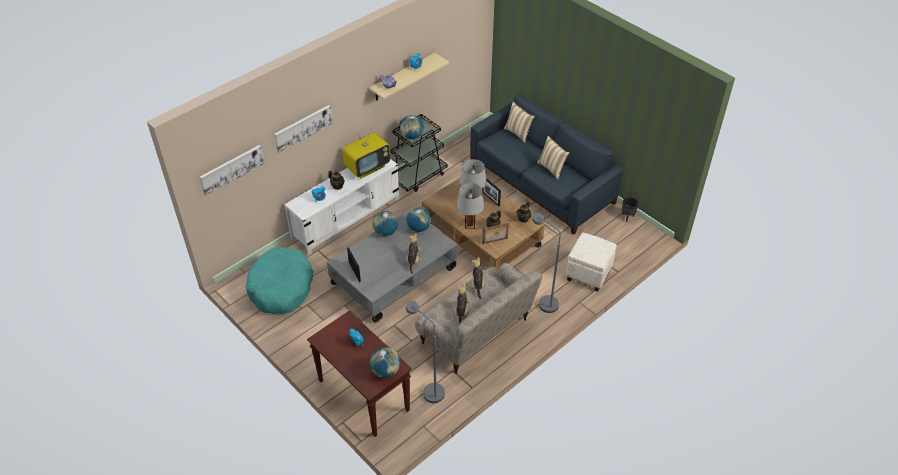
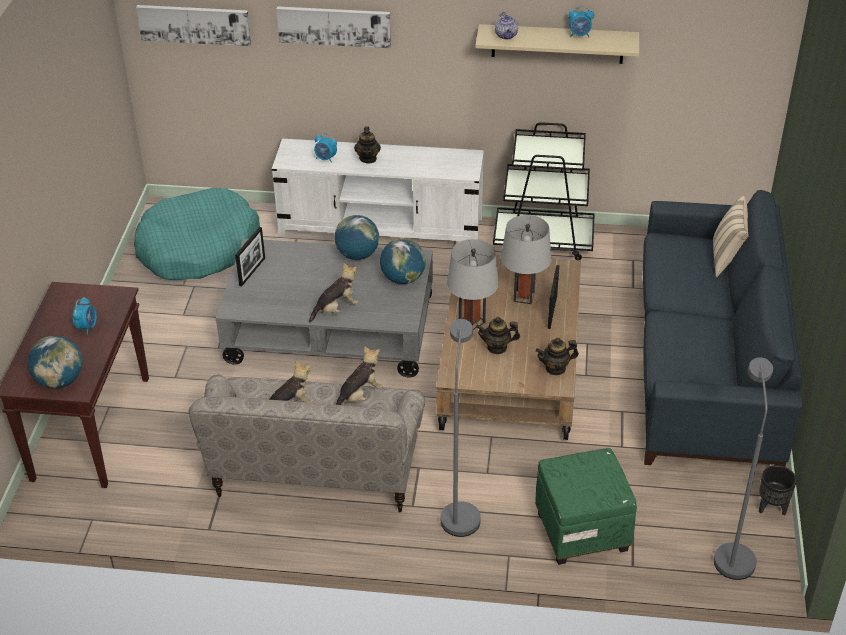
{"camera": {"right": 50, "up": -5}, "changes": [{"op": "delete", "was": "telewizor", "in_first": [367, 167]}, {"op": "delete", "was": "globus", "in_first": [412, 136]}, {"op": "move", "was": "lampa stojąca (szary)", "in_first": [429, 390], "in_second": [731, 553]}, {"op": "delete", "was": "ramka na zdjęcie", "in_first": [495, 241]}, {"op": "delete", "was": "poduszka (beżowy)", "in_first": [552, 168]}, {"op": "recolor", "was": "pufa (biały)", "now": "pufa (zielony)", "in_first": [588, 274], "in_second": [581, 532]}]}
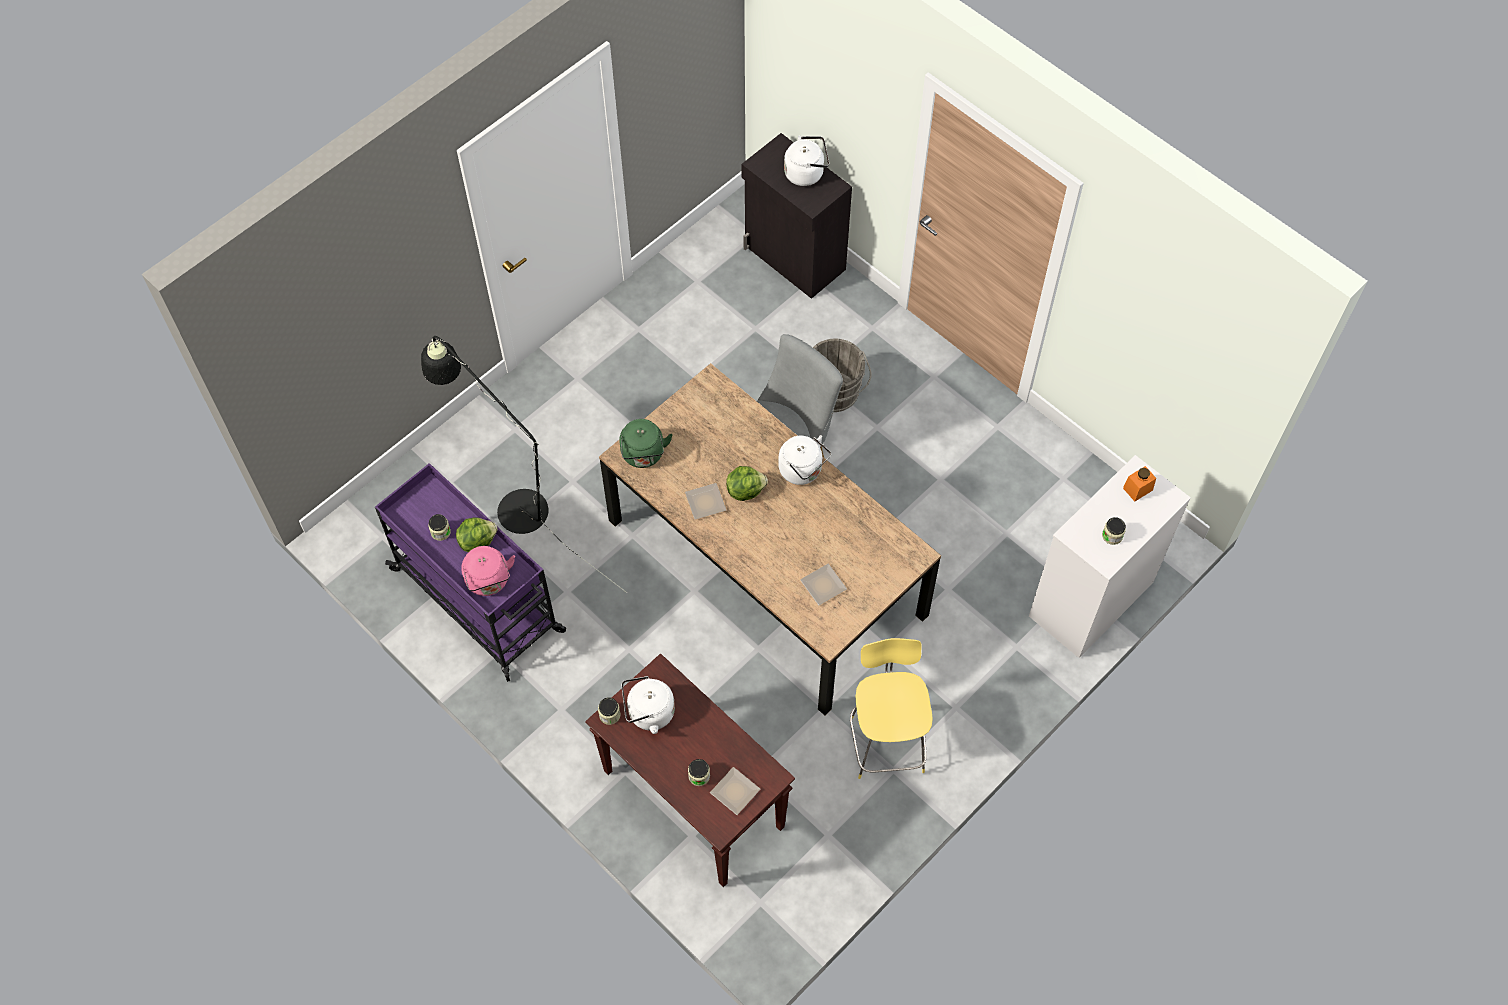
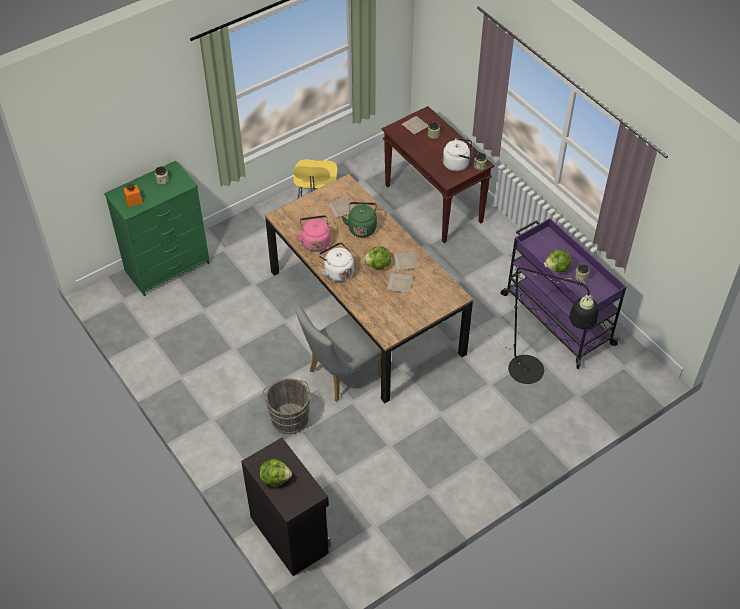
{"camera": {"right": -170, "up": -10}, "changes": [{"op": "move", "was": "czajnik (różowy)", "in_first": [489, 582], "in_second": [315, 242]}, {"op": "move", "was": "czajnik (zielony)", "in_first": [643, 455], "in_second": [362, 227]}, {"op": "replace", "was": "czajnik (biały)", "now": "sałata", "in_first": [806, 173], "in_second": [275, 478]}, {"op": "recolor", "was": "komoda (biały)", "now": "komoda (zielony)", "in_first": [1090, 600], "in_second": [168, 266]}, {"op": "insert", "now": "talerz", "in_second": [400, 284]}]}
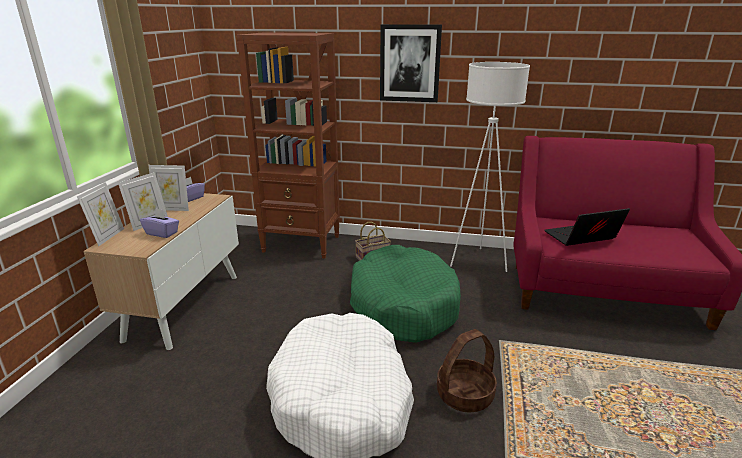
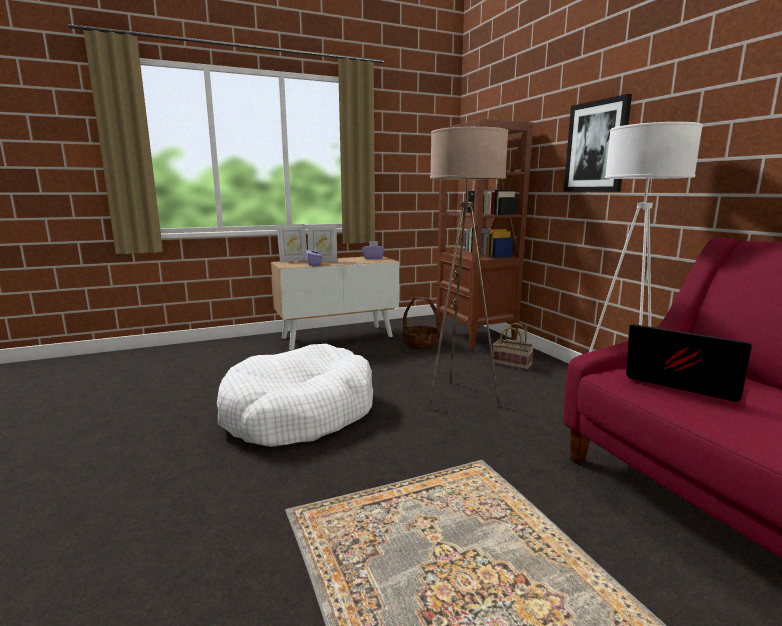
{"camera": {"right": 55, "up": -10}, "changes": [{"op": "delete", "was": "ramka na zdjęcie", "in_first": [172, 209]}, {"op": "replace", "was": "legowisko (zielony)", "now": "lampa stojąca (beżowy)", "in_first": [403, 305], "in_second": [459, 398]}, {"op": "move", "was": "koszyk", "in_first": [464, 394], "in_second": [421, 344]}]}
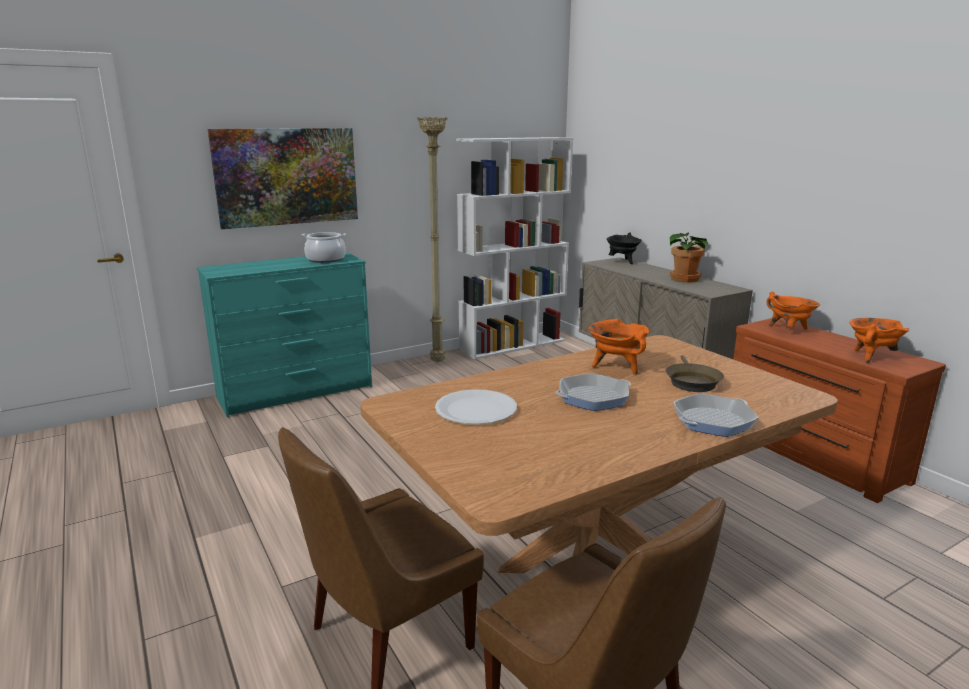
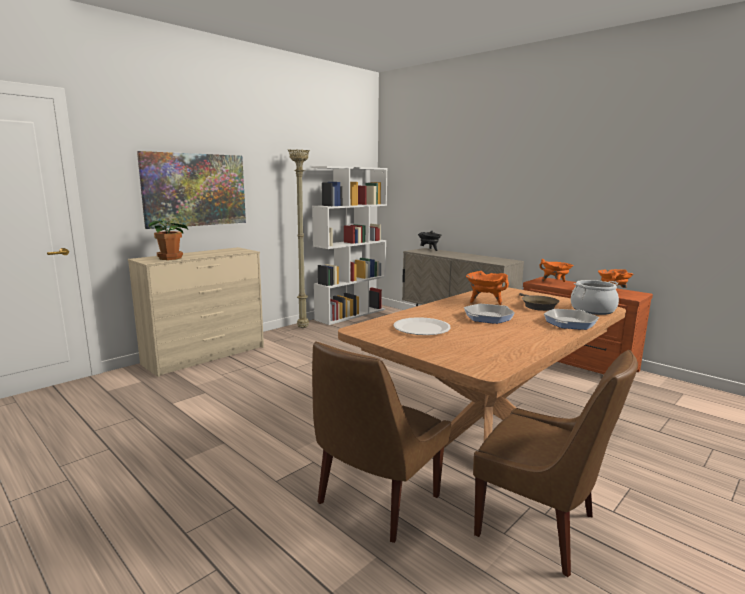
{"camera": {"right": -15, "up": -5}, "changes": [{"op": "recolor", "was": "komoda (turkusowy)", "now": "komoda (beżowy)", "in_first": [296, 393], "in_second": [205, 356]}, {"op": "move", "was": "garnek", "in_first": [325, 259], "in_second": [592, 310]}, {"op": "move", "was": "roślina doniczkowa", "in_first": [686, 279], "in_second": [171, 258]}]}
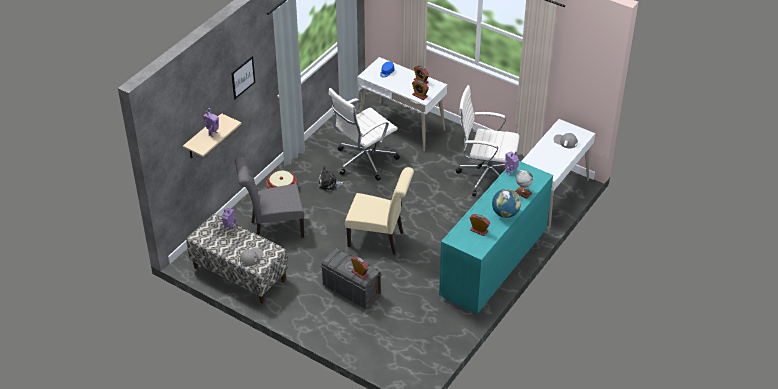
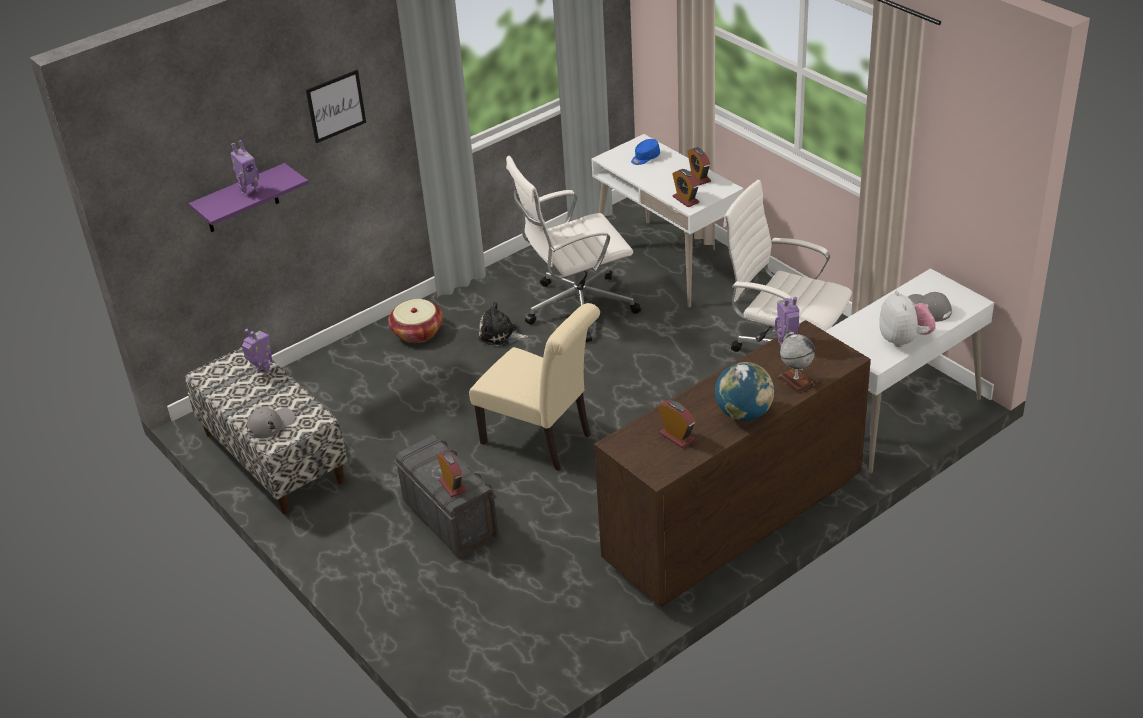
{"camera": {"right": 20, "up": -5}, "changes": [{"op": "recolor", "was": "półka (beżowy)", "now": "półka (fioletowy)", "in_first": [203, 137], "in_second": [241, 199]}, {"op": "delete", "was": "krzesło (szary)", "in_first": [273, 229]}, {"op": "recolor", "was": "komoda (turkusowy)", "now": "komoda (brązowy)", "in_first": [492, 265], "in_second": [732, 522]}, {"op": "insert", "now": "pluszak", "in_second": [904, 340]}]}
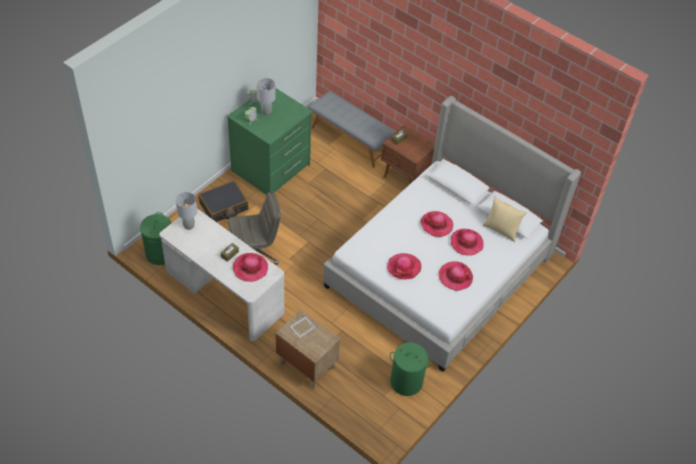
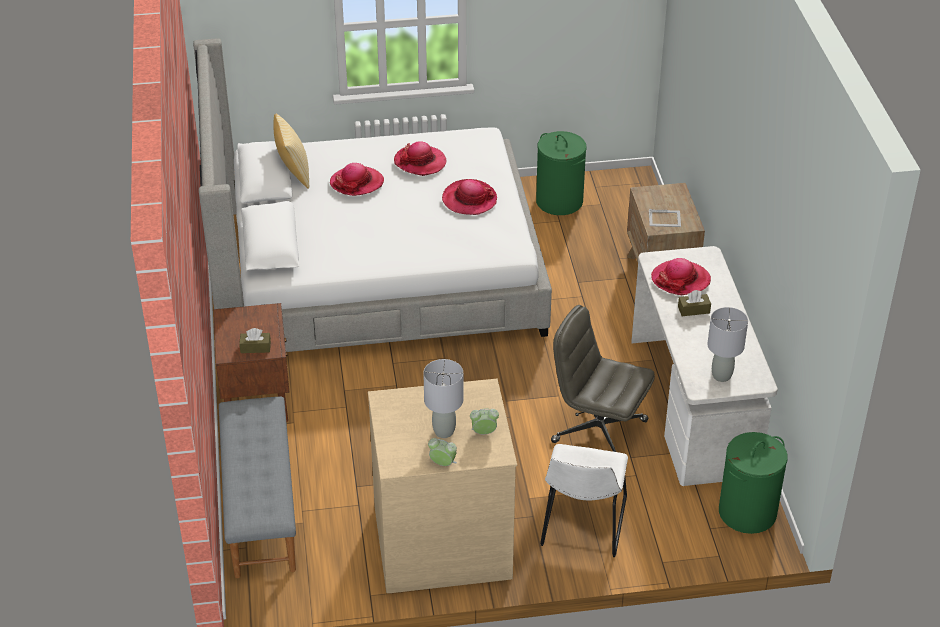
{"camera": {"right": -135, "up": -10}, "changes": [{"op": "replace", "was": "walizka (czarny)", "now": "krzesło (biały)", "in_first": [224, 207], "in_second": [582, 525]}, {"op": "recolor", "was": "komoda (zielony)", "now": "komoda (beżowy)", "in_first": [271, 168], "in_second": [442, 540]}, {"op": "delete", "was": "kapelusz", "in_first": [436, 225]}]}
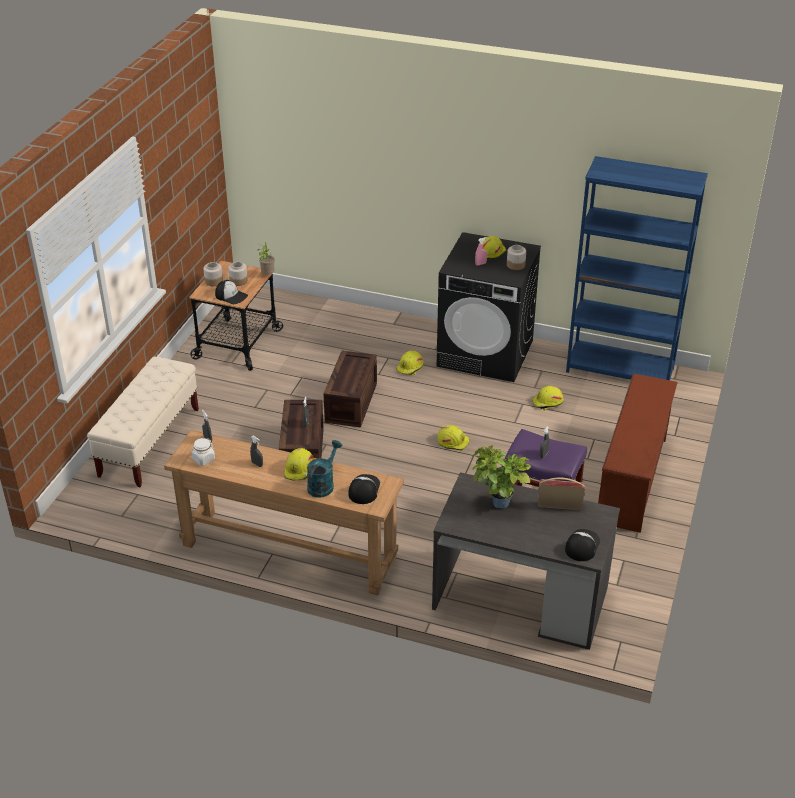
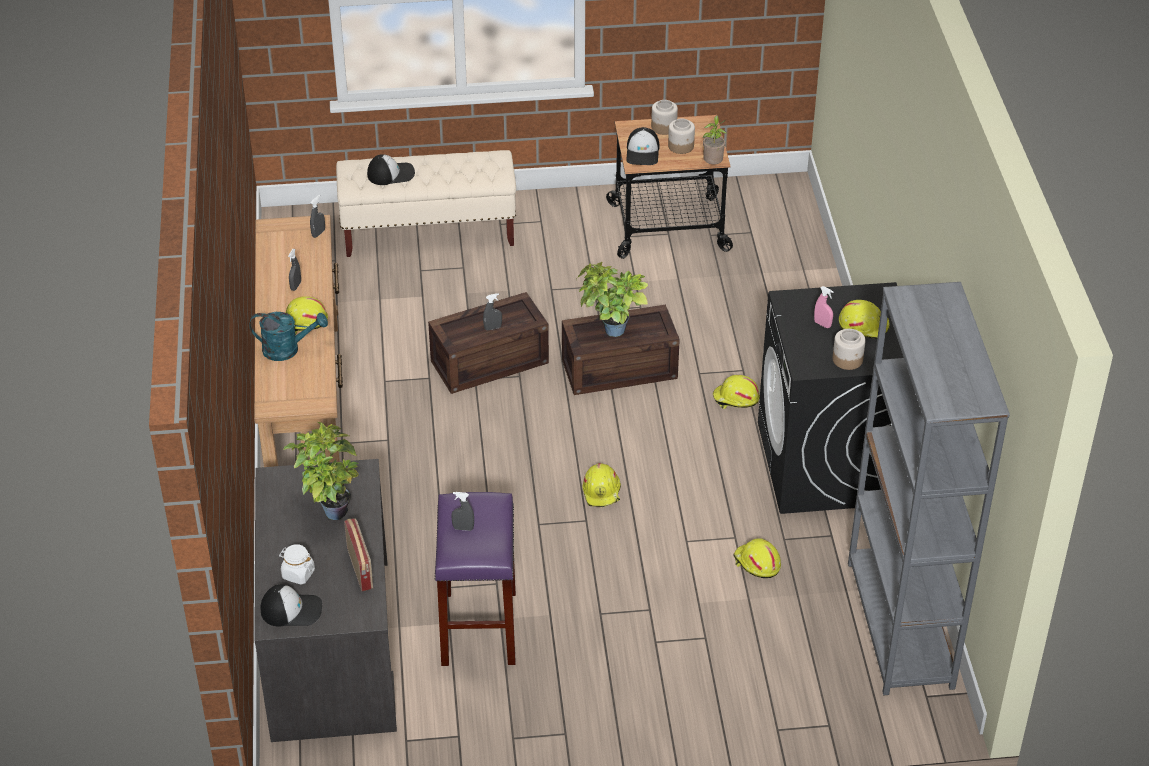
{"camera": {"right": 65, "up": 5}, "changes": [{"op": "move", "was": "słoik (biały)", "in_first": [203, 459], "in_second": [298, 574]}, {"op": "move", "was": "czapka z daszkiem", "in_first": [363, 489], "in_second": [391, 174]}, {"op": "recolor", "was": "regał (niebieski)", "now": "regał (szary)", "in_first": [620, 370], "in_second": [900, 625]}, {"op": "delete", "was": "regał na buty (brązowy)", "in_first": [633, 480]}, {"op": "insert", "now": "roślina doniczkowa", "in_second": [610, 333]}]}
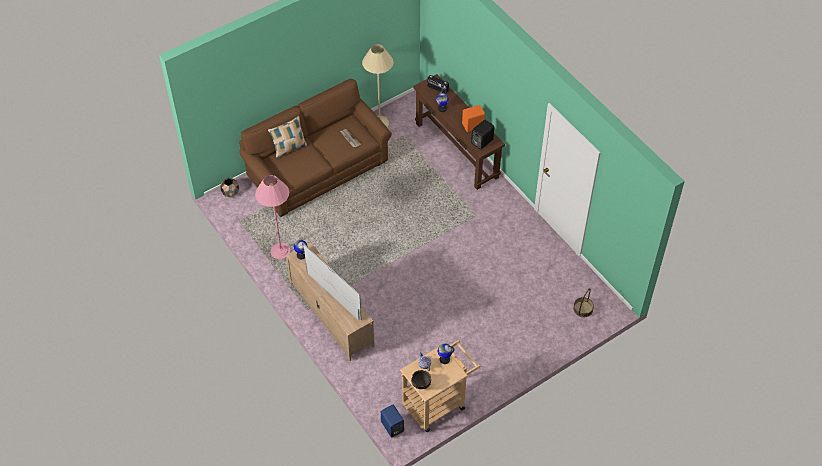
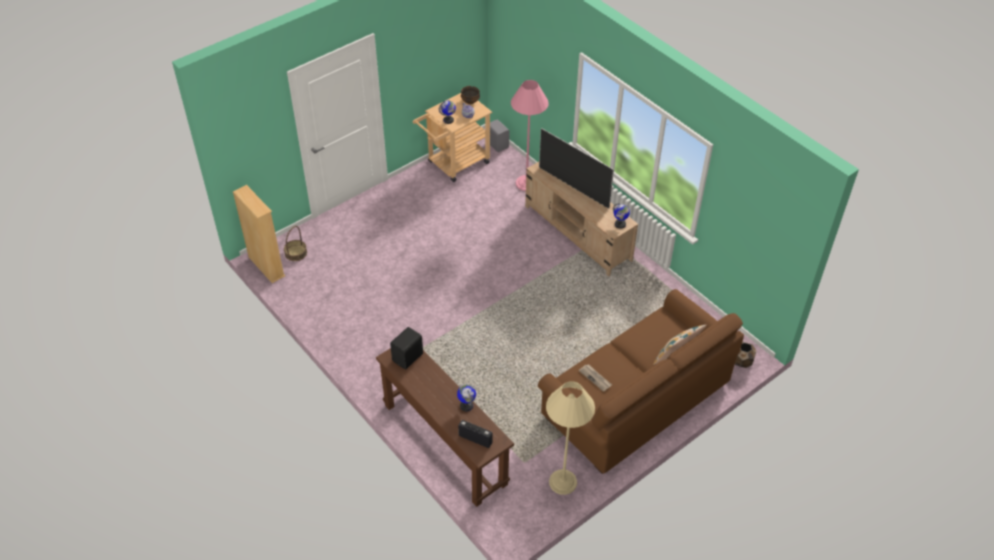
{"camera": {"right": 175, "up": -5}, "changes": [{"op": "move", "was": "lampa stojąca (różowy)", "in_first": [280, 251], "in_second": [526, 183]}, {"op": "recolor", "was": "głośnik (niebieski)", "now": "głośnik (szary)", "in_first": [392, 427], "in_second": [497, 144]}, {"op": "delete", "was": "głośnik (pomarańczowy)", "in_first": [473, 126]}, {"op": "insert", "now": "regał (beżowy)", "in_second": [266, 266]}]}
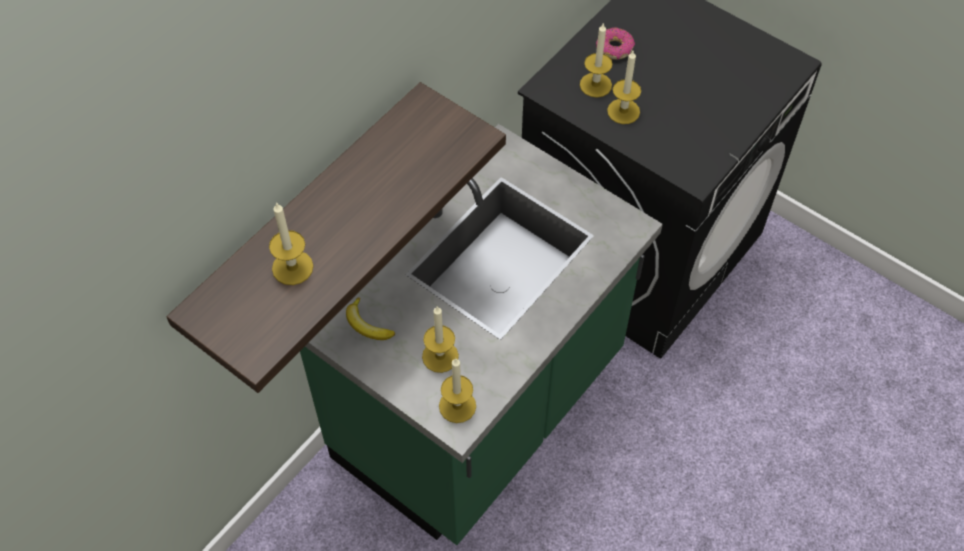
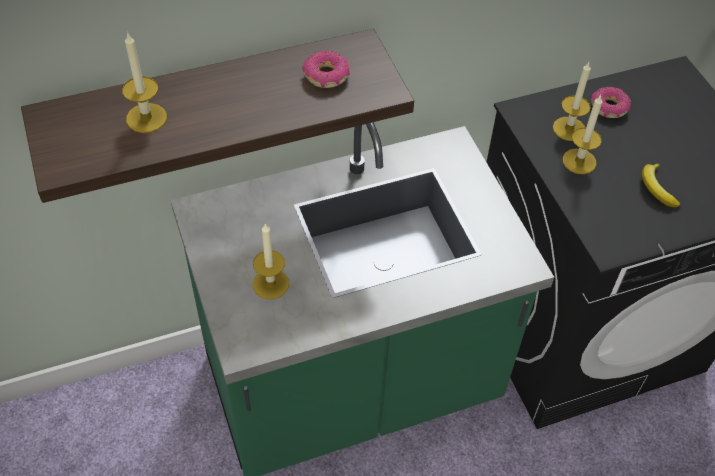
{"camera": {"right": 30, "up": -5}, "changes": [{"op": "move", "was": "banan", "in_first": [367, 325], "in_second": [656, 188]}, {"op": "delete", "was": "świeca", "in_first": [457, 406]}, {"op": "insert", "now": "donut", "in_second": [326, 76]}]}
